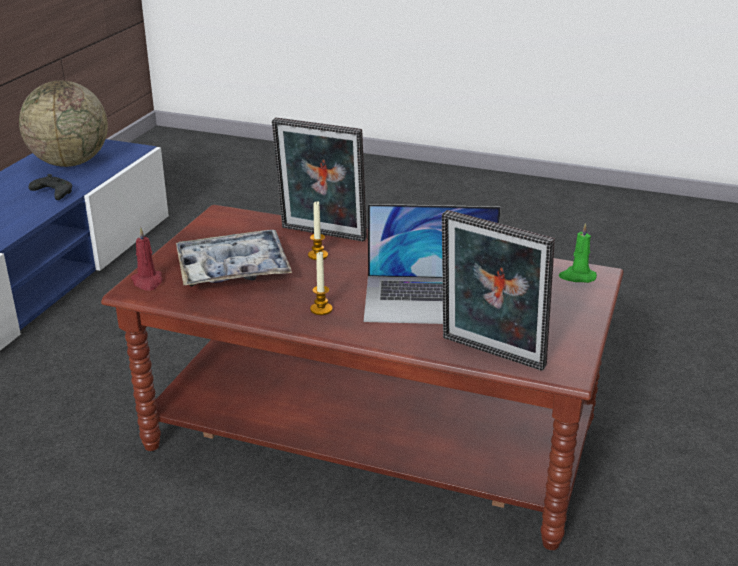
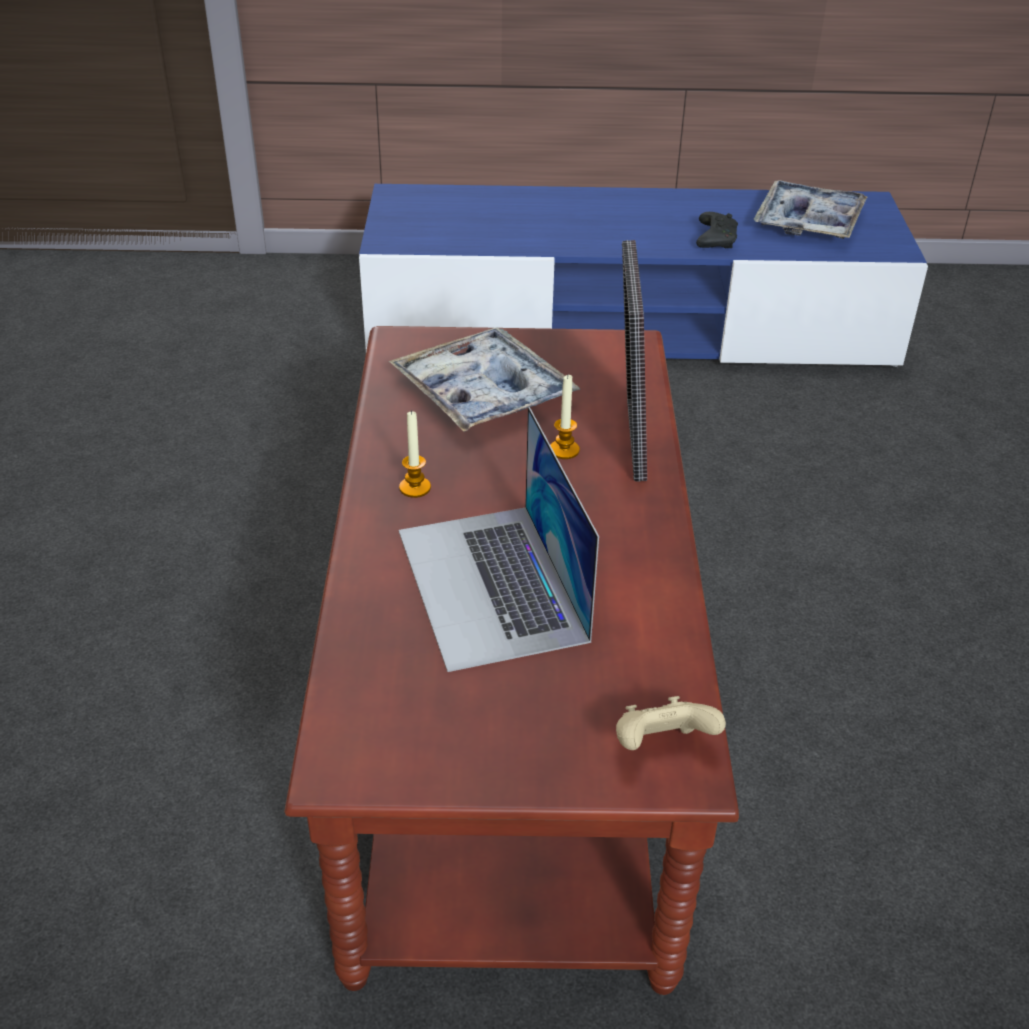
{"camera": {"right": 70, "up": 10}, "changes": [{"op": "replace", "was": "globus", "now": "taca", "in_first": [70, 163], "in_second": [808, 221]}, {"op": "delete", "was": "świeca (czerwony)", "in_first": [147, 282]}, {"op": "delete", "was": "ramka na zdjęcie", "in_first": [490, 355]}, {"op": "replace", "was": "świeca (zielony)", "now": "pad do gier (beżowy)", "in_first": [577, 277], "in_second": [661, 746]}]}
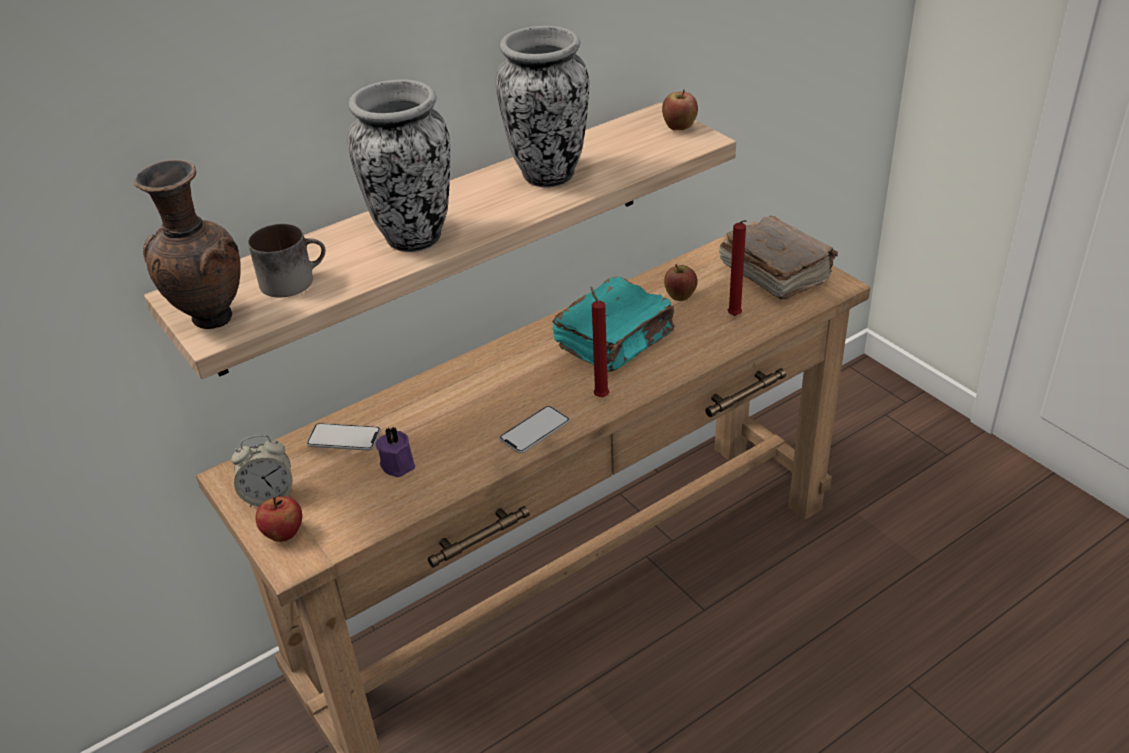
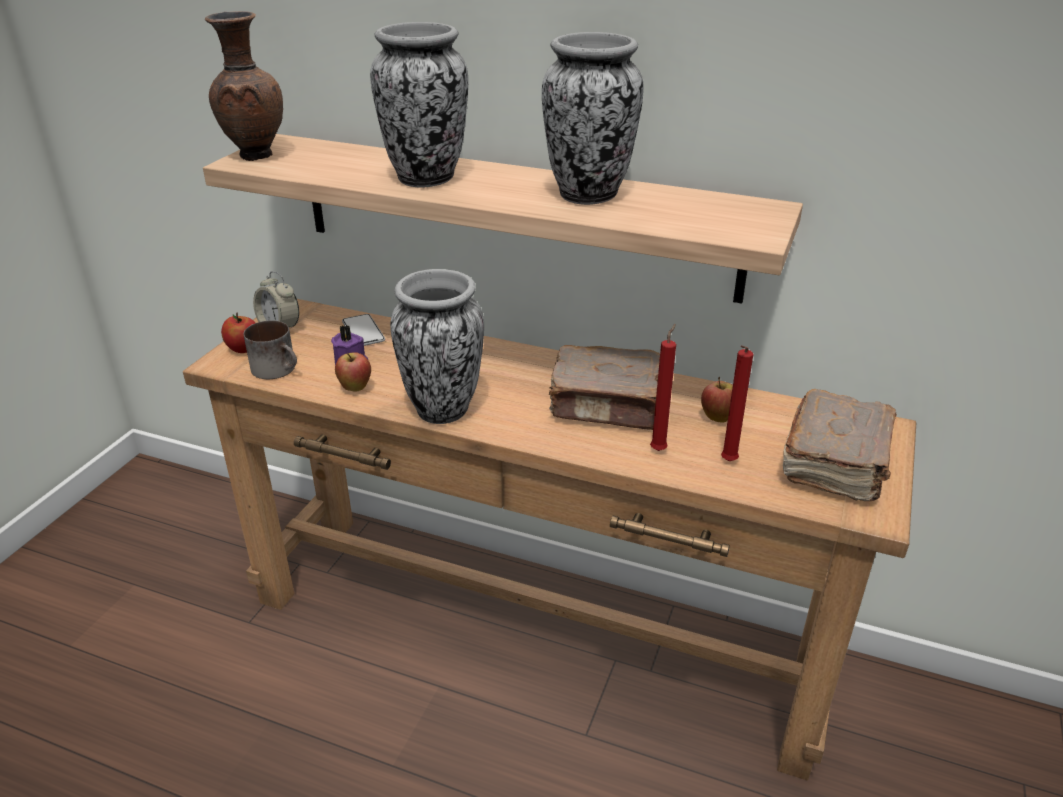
{"camera": {"right": 55, "up": -5}, "changes": [{"op": "move", "was": "kubek", "in_first": [293, 279], "in_second": [279, 369]}, {"op": "replace", "was": "telefon", "now": "wazon", "in_first": [535, 431], "in_second": [442, 409]}, {"op": "recolor", "was": "książka (turkusowy)", "now": "książka (brązowy)", "in_first": [616, 341], "in_second": [608, 406]}, {"op": "move", "was": "świeca (czerwony)", "in_first": [600, 395], "in_second": [659, 449]}, {"op": "move", "was": "jabłko", "in_first": [679, 129], "in_second": [355, 388]}]}
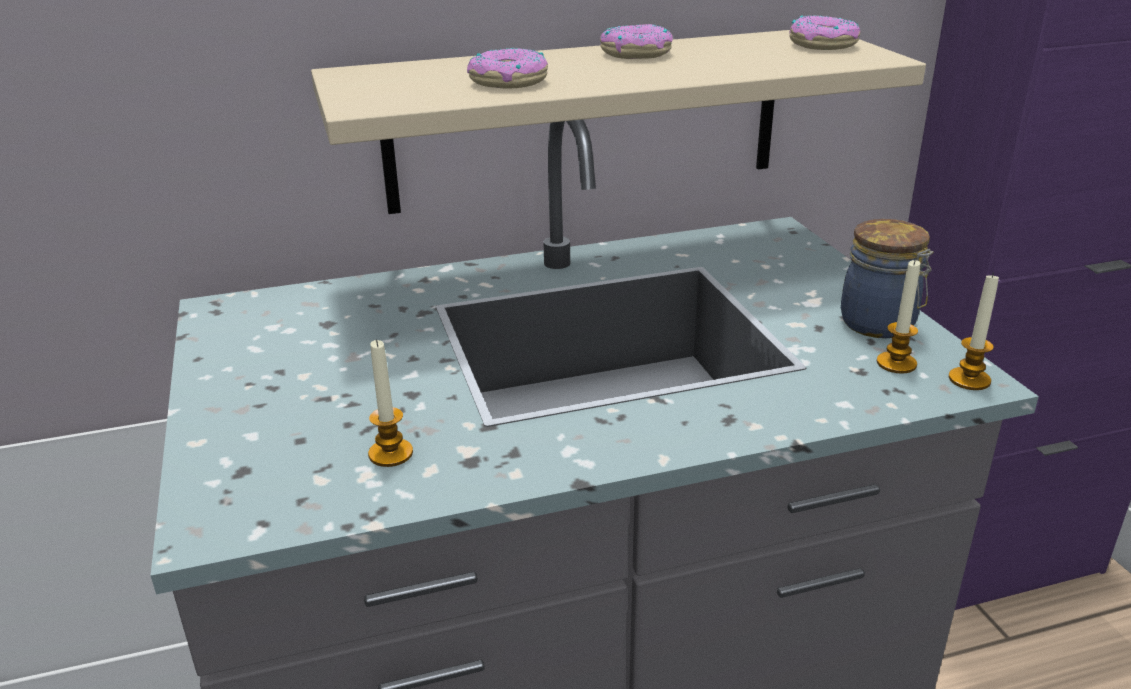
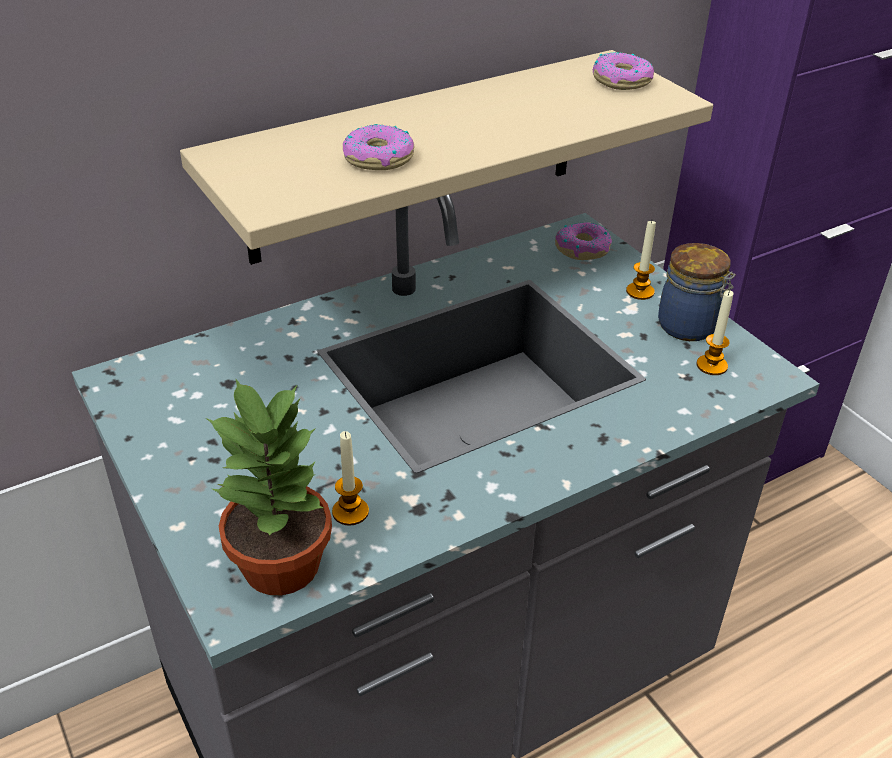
{"camera": {"right": -15, "up": 10}, "changes": [{"op": "move", "was": "donut", "in_first": [636, 53], "in_second": [582, 248]}, {"op": "move", "was": "świeca", "in_first": [969, 380], "in_second": [640, 292]}, {"op": "insert", "now": "roślina doniczkowa", "in_second": [282, 563]}]}
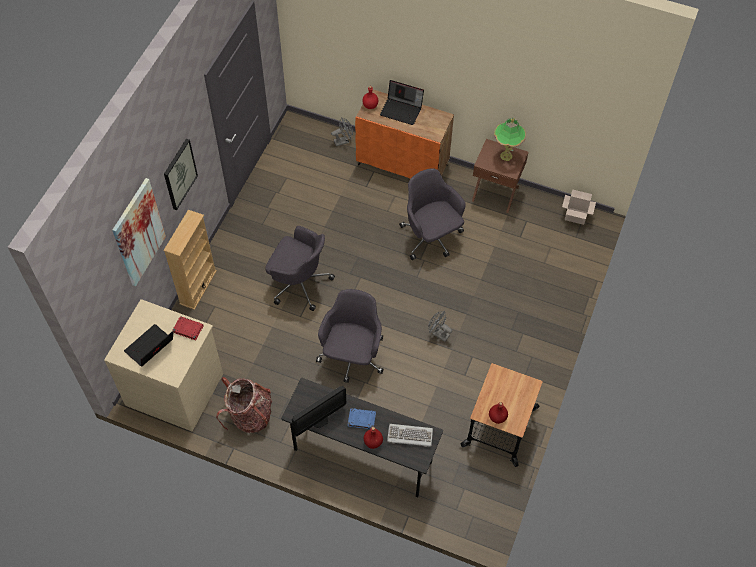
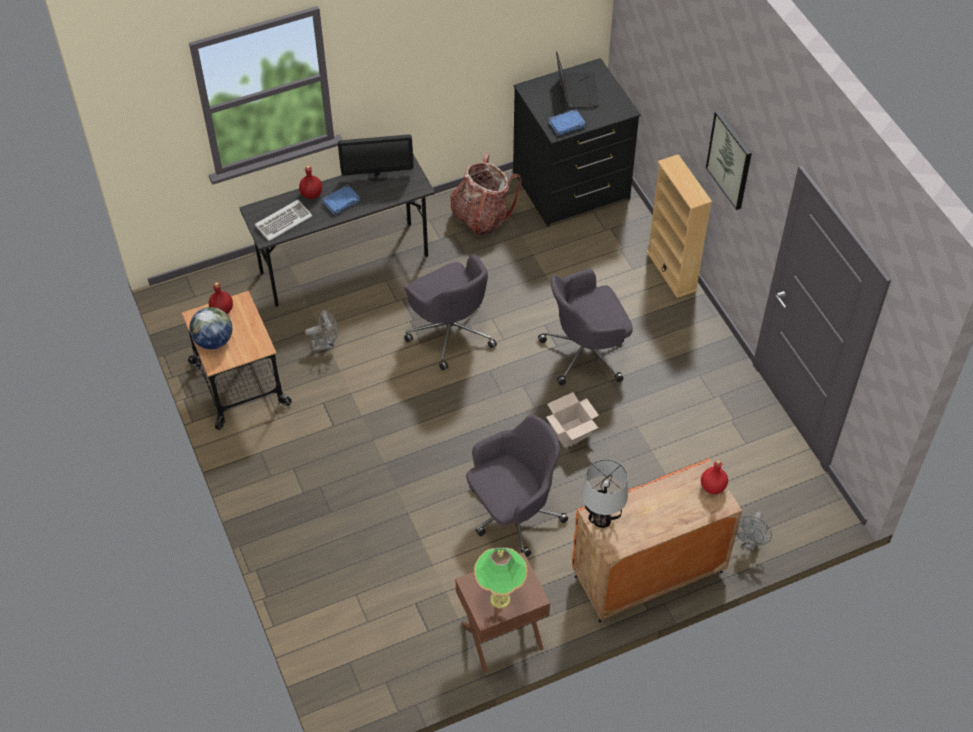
{"camera": {"right": 135, "up": -5}, "changes": [{"op": "recolor", "was": "komoda (beżowy)", "now": "komoda (czarny)", "in_first": [175, 388], "in_second": [571, 186]}, {"op": "delete", "was": "obraz", "in_first": [138, 232]}, {"op": "recolor", "was": "książka (czerwony)", "now": "książka (niebieski)", "in_first": [188, 329], "in_second": [567, 124]}, {"op": "rotate", "was": "monitor", "in_first": [319, 420], "in_second": [377, 175], "clockwise": -105}, {"op": "delete", "was": "laptop", "in_first": [402, 110]}, {"op": "rotate", "was": "krzesło biurowe (szary)", "in_first": [431, 237], "in_second": [513, 514], "clockwise": -45}, {"op": "move", "was": "wentylator (szary)", "in_first": [438, 334], "in_second": [326, 344]}, {"op": "move", "was": "karton", "in_first": [576, 215], "in_second": [570, 433]}, {"op": "insert", "now": "globus", "in_second": [213, 341]}, {"op": "insert", "now": "lampa stołowa", "in_second": [601, 519]}]}
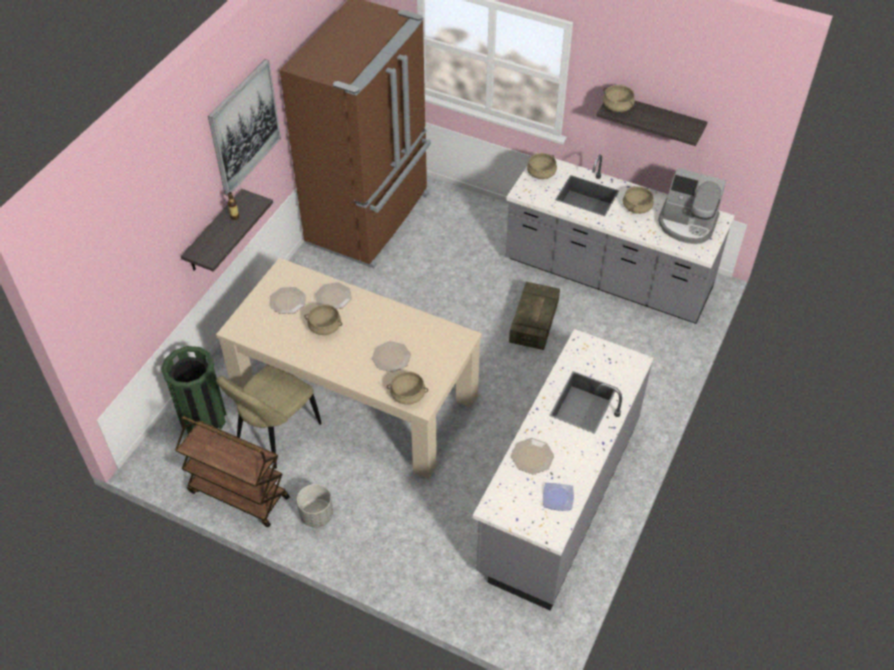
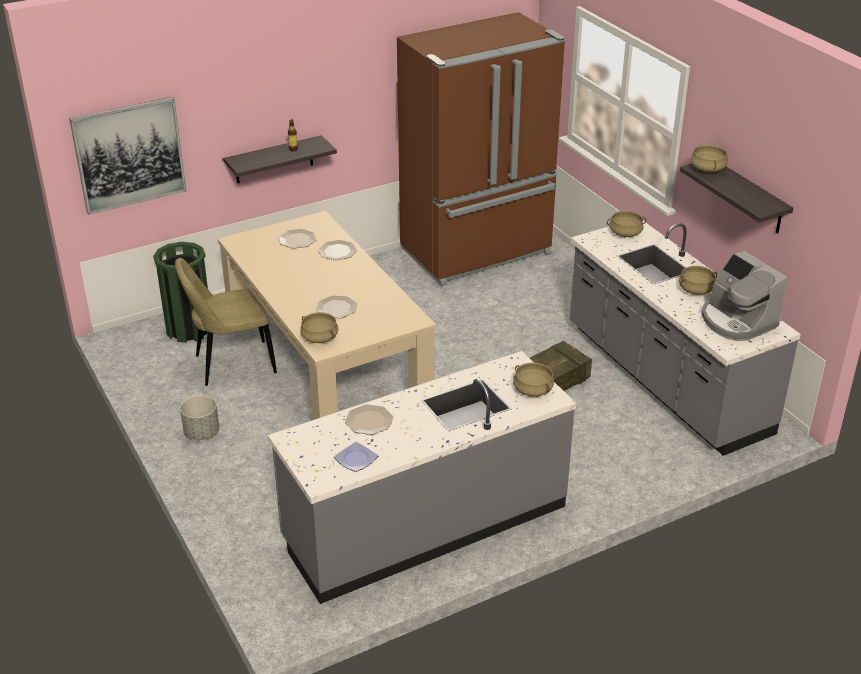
{"camera": {"right": 35, "up": -15}, "changes": [{"op": "delete", "was": "wózek (brązowy)", "in_first": [238, 494]}, {"op": "move", "was": "obraz", "in_first": [244, 127], "in_second": [129, 155]}, {"op": "move", "was": "garnek (beżowy)", "in_first": [324, 327], "in_second": [532, 390]}]}
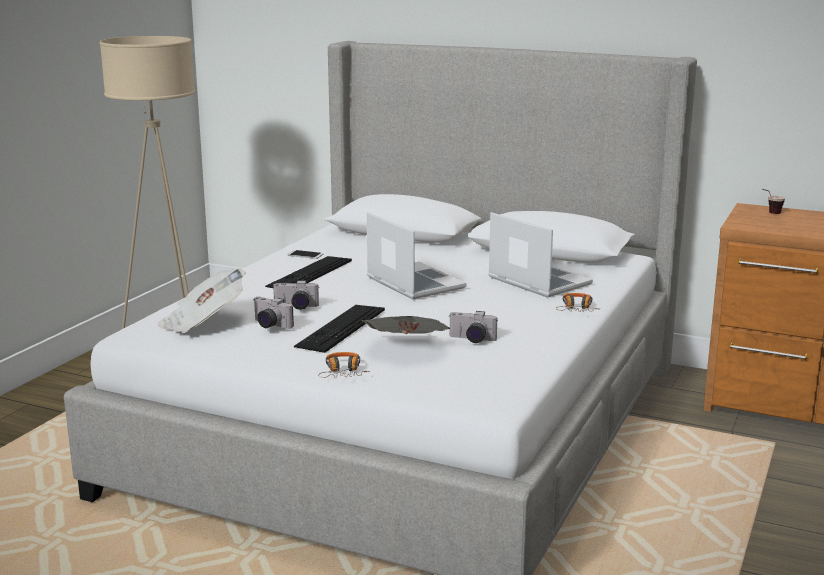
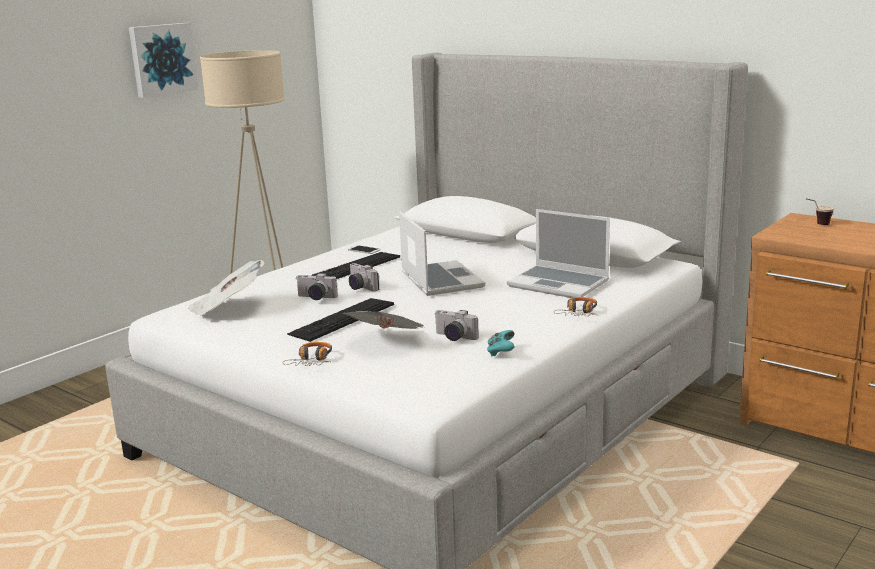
{"camera": {"right": 15, "up": 0}, "changes": [{"op": "move", "was": "aparat fotograficzny", "in_first": [269, 325], "in_second": [359, 287]}, {"op": "rotate", "was": "laptop", "in_first": [537, 281], "in_second": [560, 284], "clockwise": 150}, {"op": "insert", "now": "obraz", "in_second": [162, 59]}, {"op": "insert", "now": "pad do gier (turkusowy)", "in_second": [501, 352]}]}
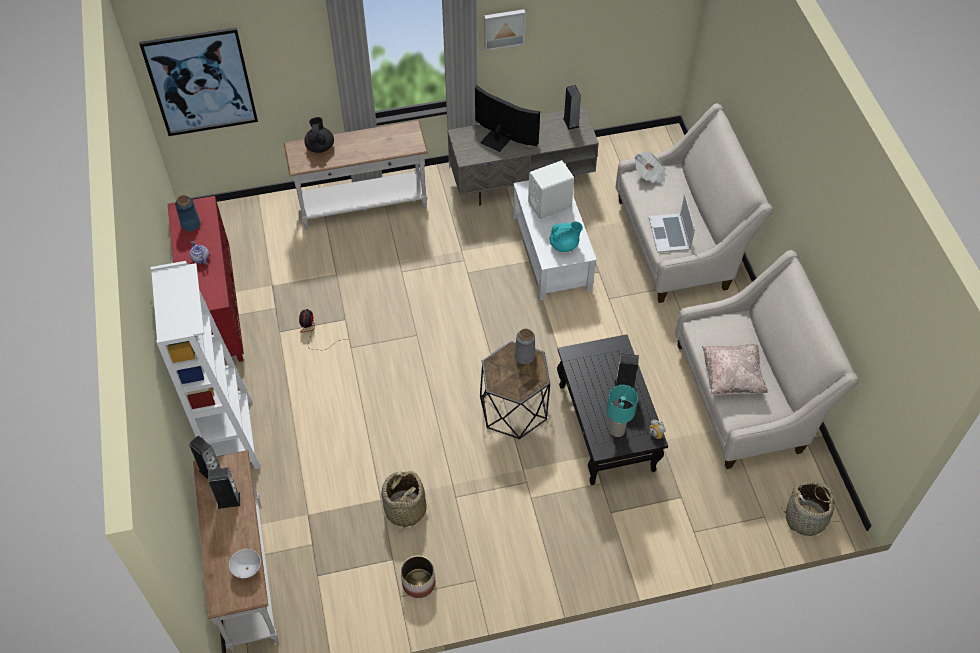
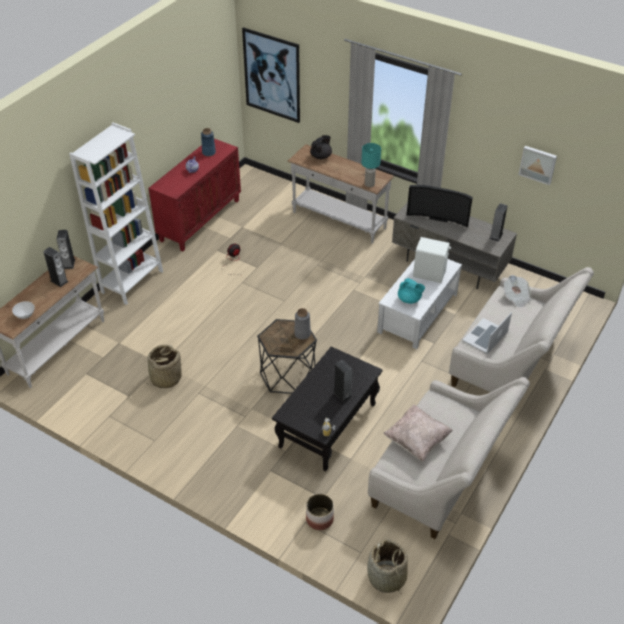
{"camera": {"right": 45, "up": -10}, "changes": [{"op": "move", "was": "donica", "in_first": [418, 582], "in_second": [319, 518]}, {"op": "rotate", "was": "telewizor", "in_first": [499, 137], "in_second": [438, 217], "clockwise": 120}, {"op": "move", "was": "obraz", "in_first": [504, 28], "in_second": [538, 164]}, {"op": "move", "was": "lampa stołowa (turkusowy)", "in_first": [617, 430], "in_second": [369, 184]}]}
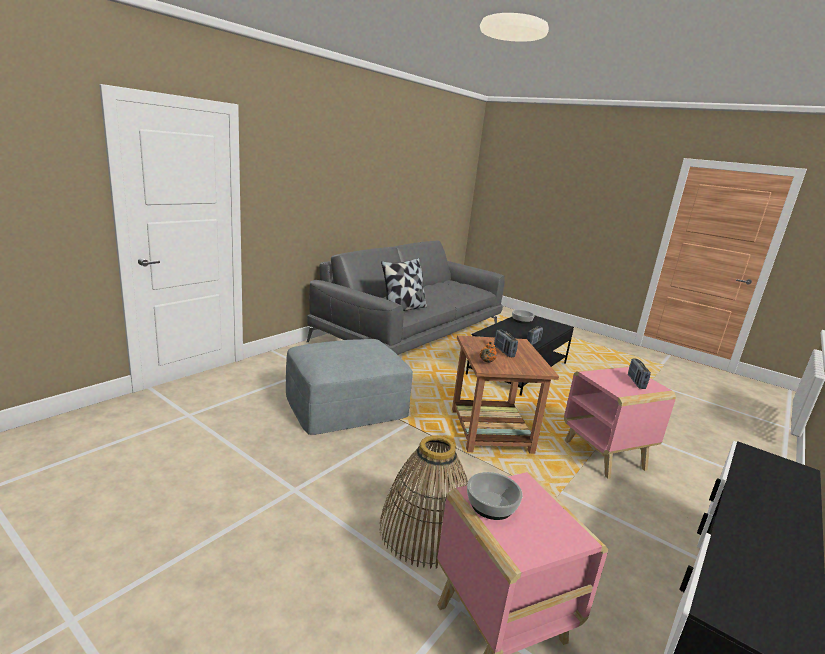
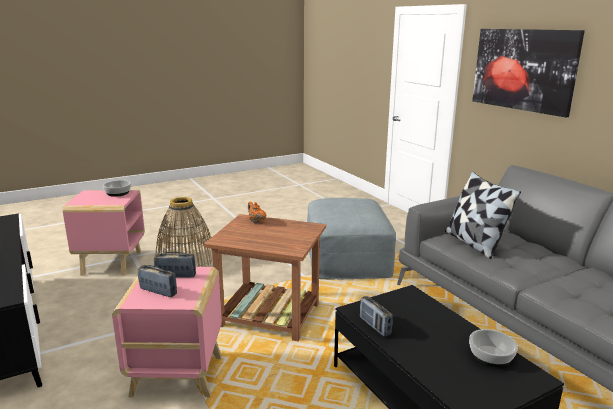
{"camera": {"right": 115, "up": 0}, "changes": [{"op": "move", "was": "radio", "in_first": [504, 351], "in_second": [176, 276]}, {"op": "insert", "now": "obraz", "in_second": [523, 69]}]}
